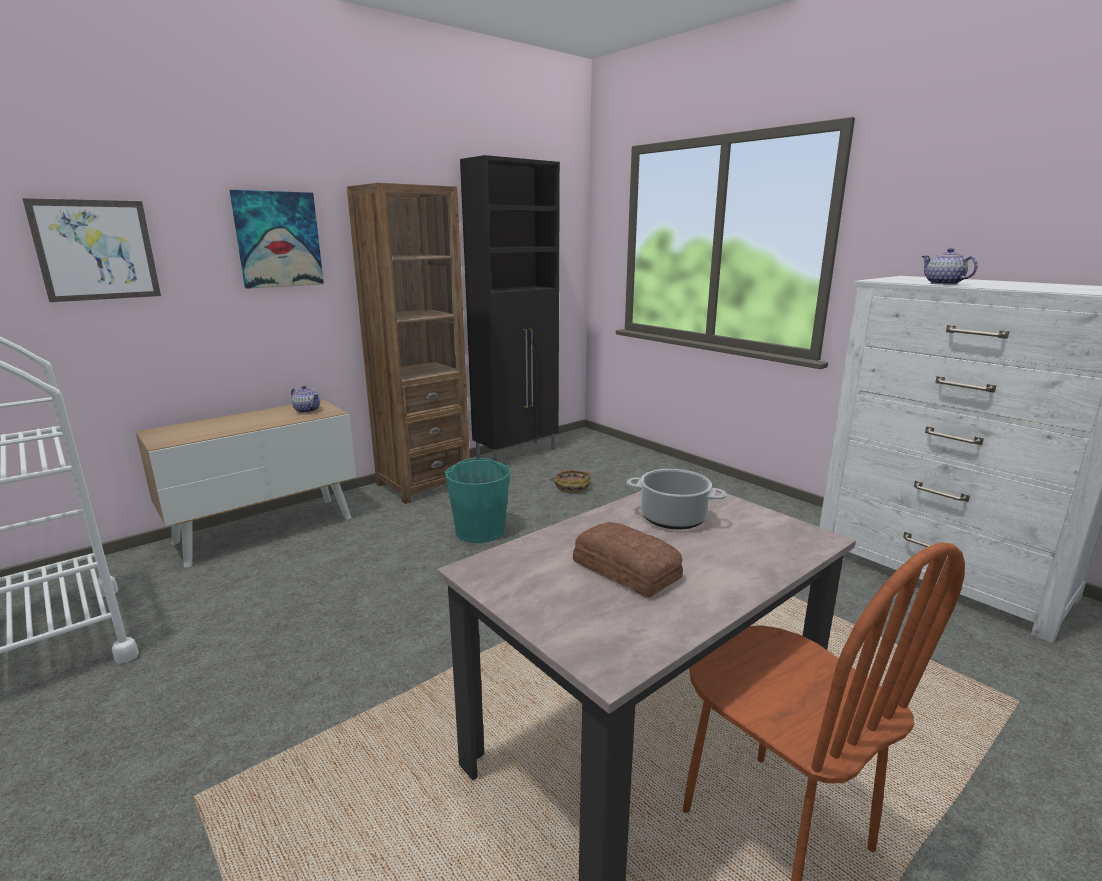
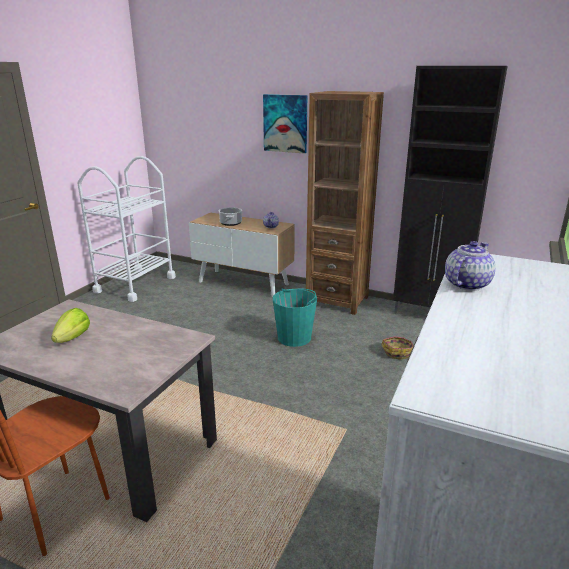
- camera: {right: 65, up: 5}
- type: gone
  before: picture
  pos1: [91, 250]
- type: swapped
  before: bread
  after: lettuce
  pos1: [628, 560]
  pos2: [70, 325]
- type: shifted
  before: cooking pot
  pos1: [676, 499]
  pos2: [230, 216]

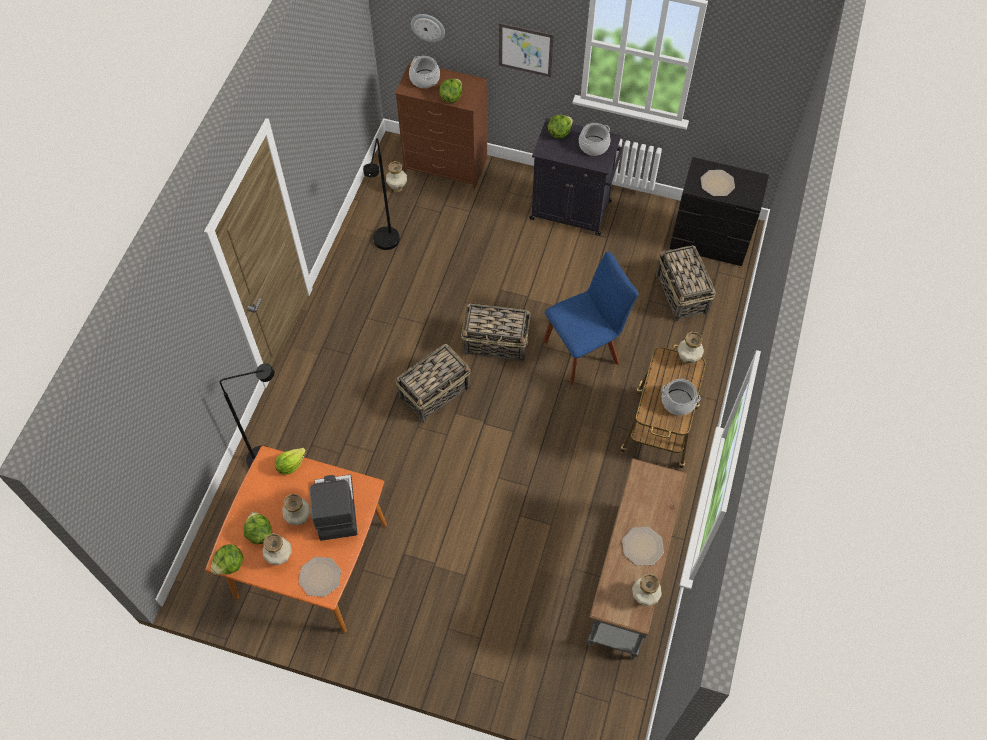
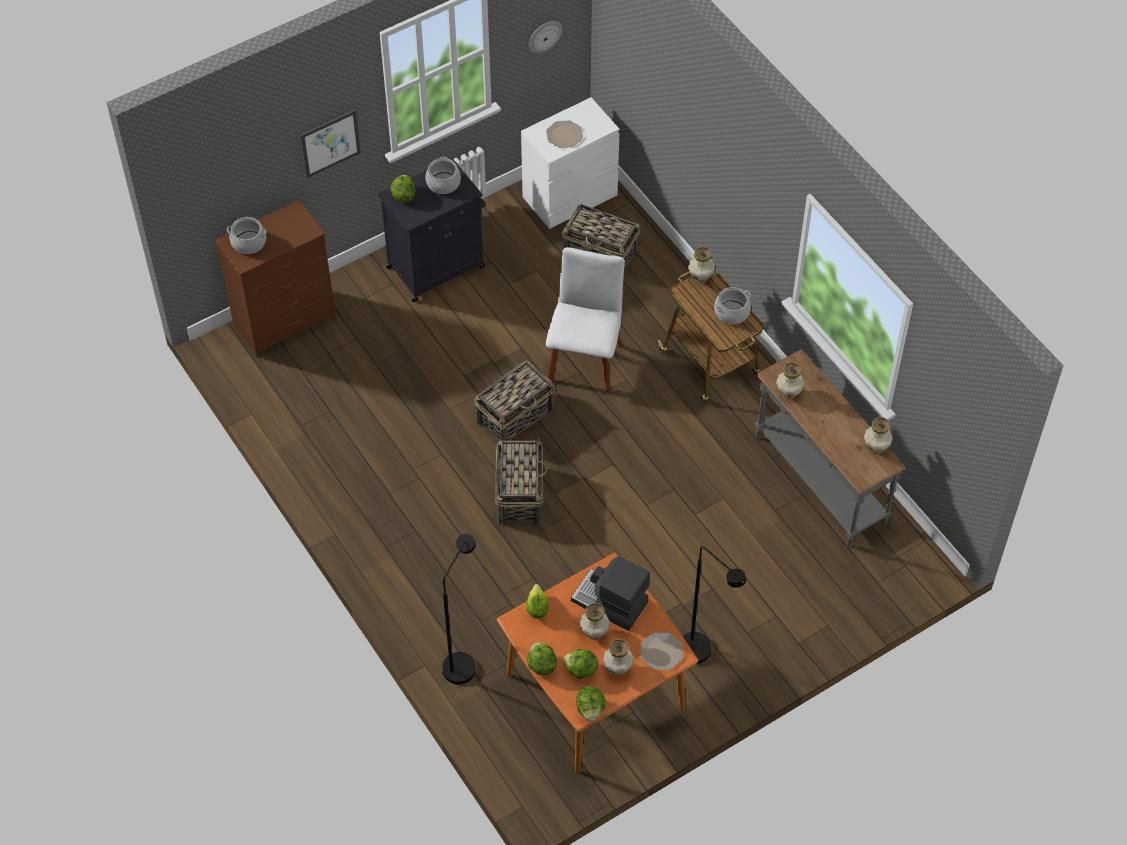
- camera: {right: -50, up: -5}
- type: shifted
  before: black floor lamp
  pos1: [381, 194]
  pos2: [714, 605]
- type: shifted
  before: vase
  pos1: [396, 176]
  pos2: [790, 380]
- type: shifted
  before: wall clock
  pos1: [428, 28]
  pos2: [545, 37]
- type: shifted
  before: lettuce
  pos1: [450, 91]
  pos2: [542, 658]
- type: repainted
  before: blue chair
  after: white chair
  pos1: [590, 318]
  pos2: [585, 320]
- type: gone
  before: plate
  pos1: [643, 546]
- type: repainted
  before: black dresser
  after: white dresser
  pos1: [719, 211]
  pos2: [570, 163]

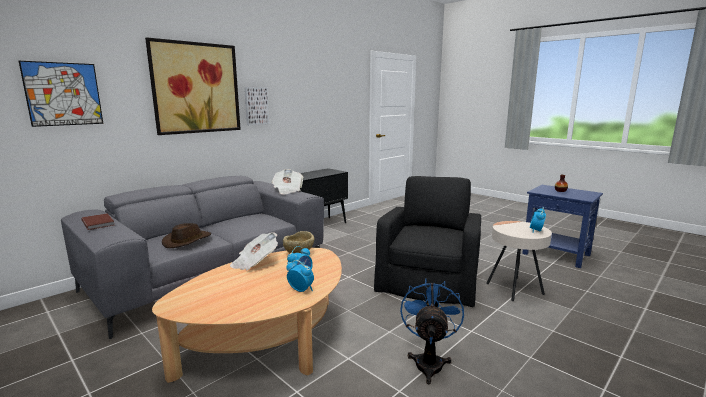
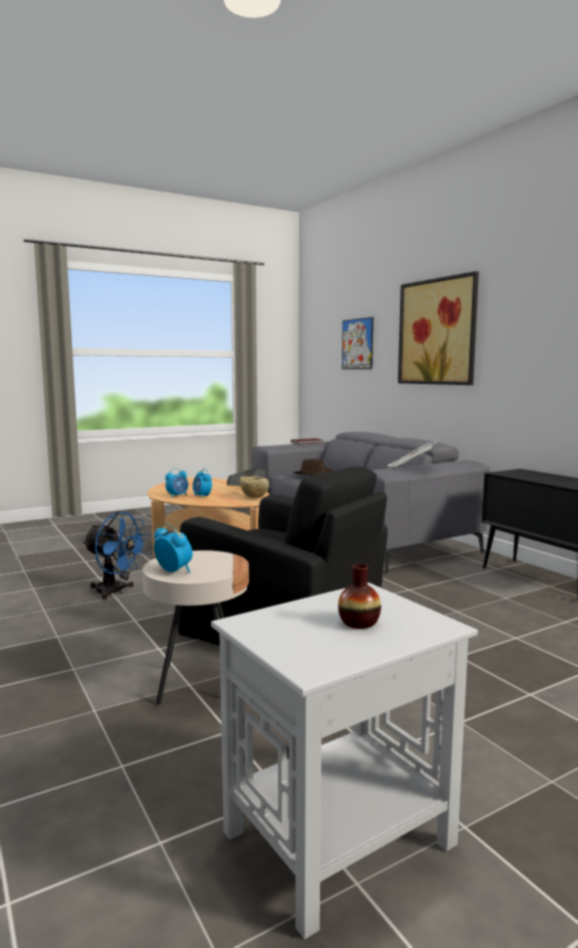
- camera: {right: 105, up: -5}
- type: gone
  before: picture
  pos1: [256, 106]
- type: repainted
  before: blue side table
  after: white side table
  pos1: [562, 226]
  pos2: [344, 760]

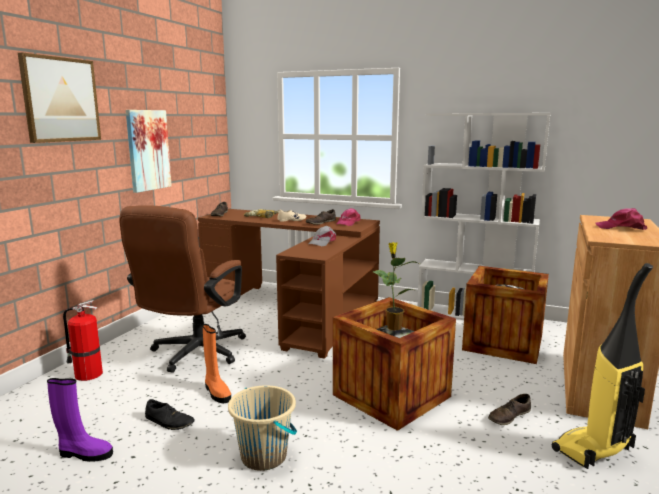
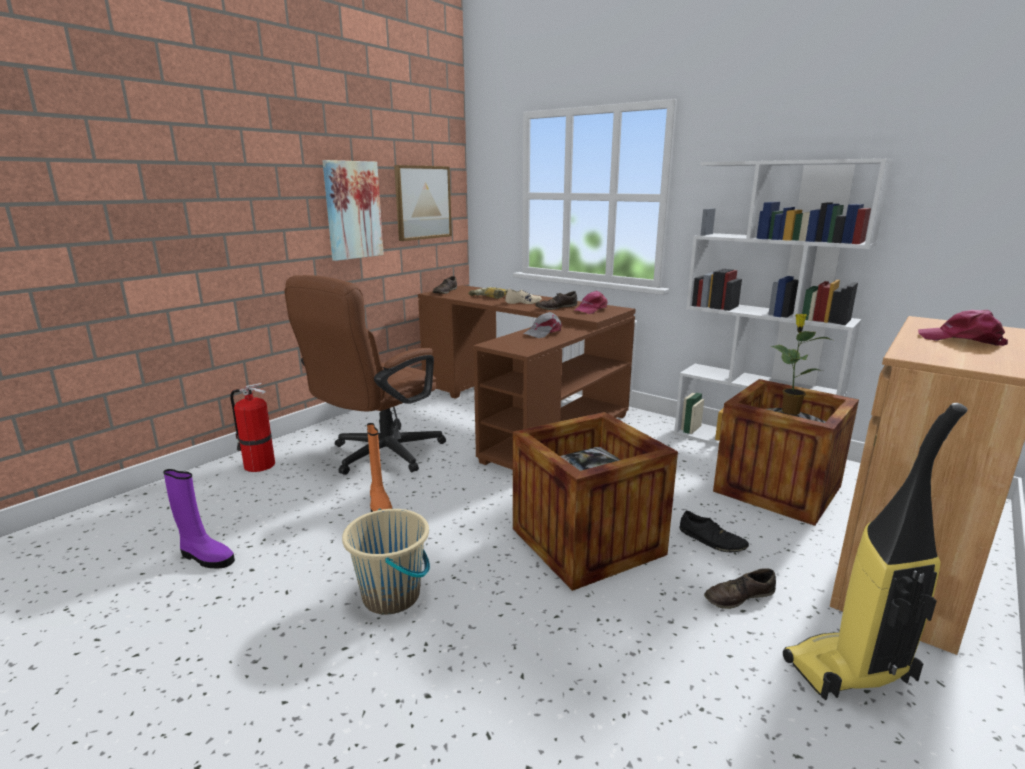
- camera: {right: 15, up: 5}
- type: shifted
  before: picture
  pos1: [59, 97]
  pos2: [423, 203]
- type: shifted
  before: black shoe
  pos1: [170, 414]
  pos2: [714, 531]
- type: shifted
  before: potted plant
  pos1: [397, 286]
  pos2: [801, 364]

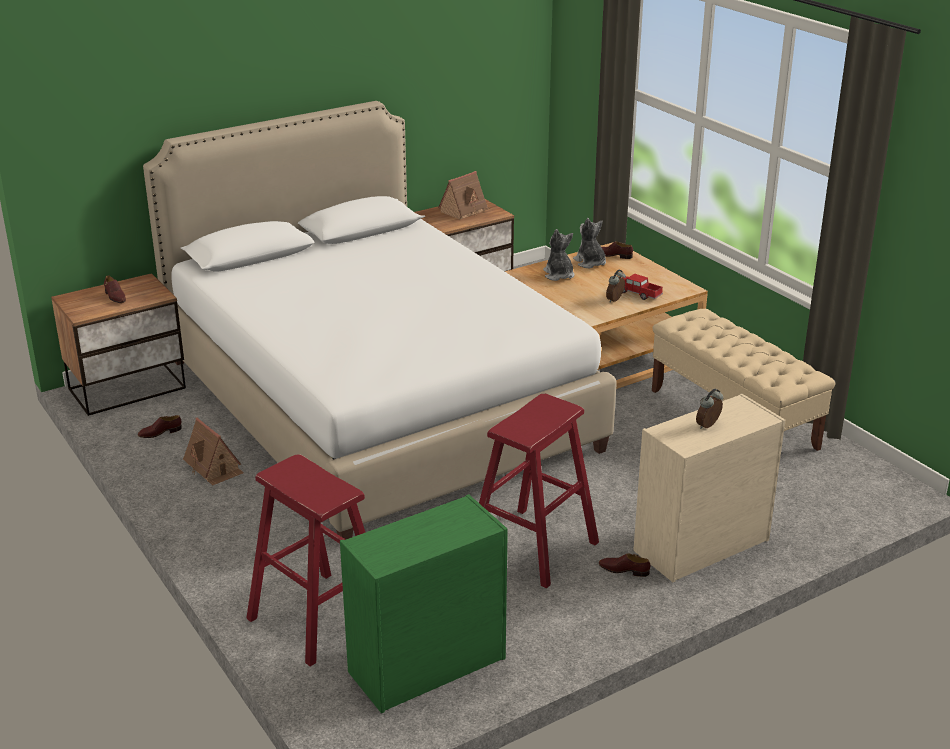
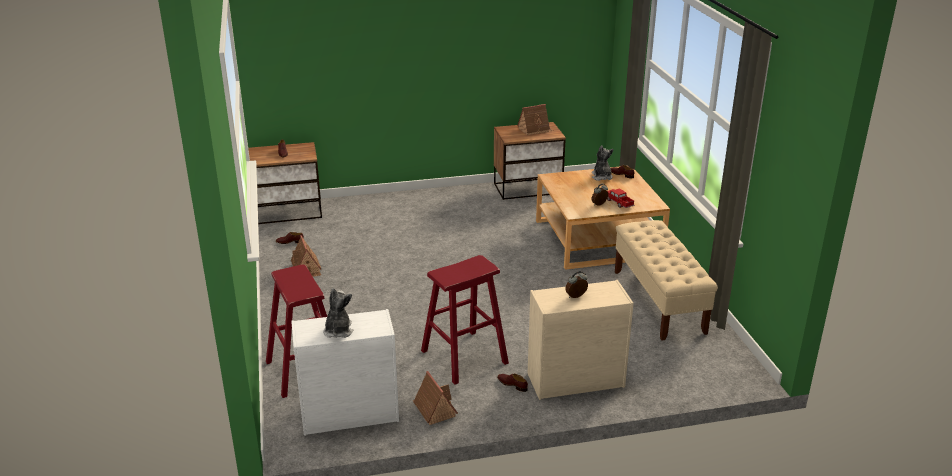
- camera: {right: 20, up: 0}
- type: gone
  before: white bed
  pos1: [380, 320]
- type: repainted
  before: green dresser
  after: white dresser
  pos1: [424, 603]
  pos2: [345, 372]
- type: shifted
  before: plush toy
  pos1: [559, 255]
  pos2: [338, 313]
- type: new
  after: toy house
  pos2: [435, 398]

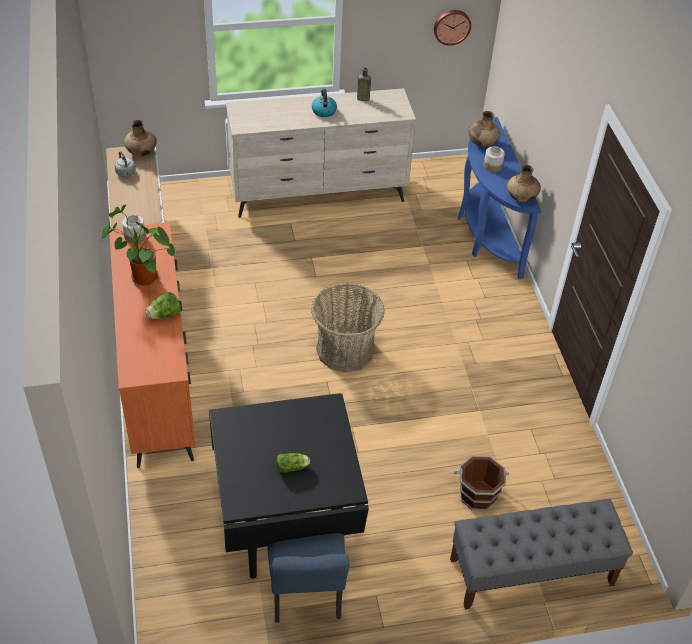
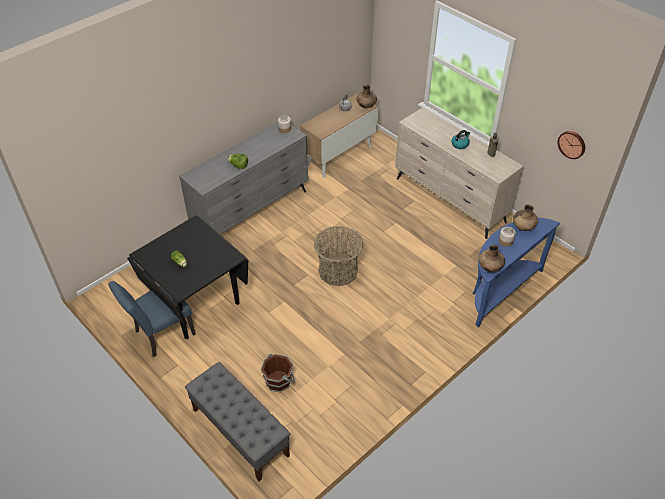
- camera: {right: 60, up: 0}
- type: gone
  before: potted plant
  pos1: [138, 245]
- type: repainted
  before: orange dresser
  after: grey dresser
  pos1: [152, 345]
  pos2: [243, 177]

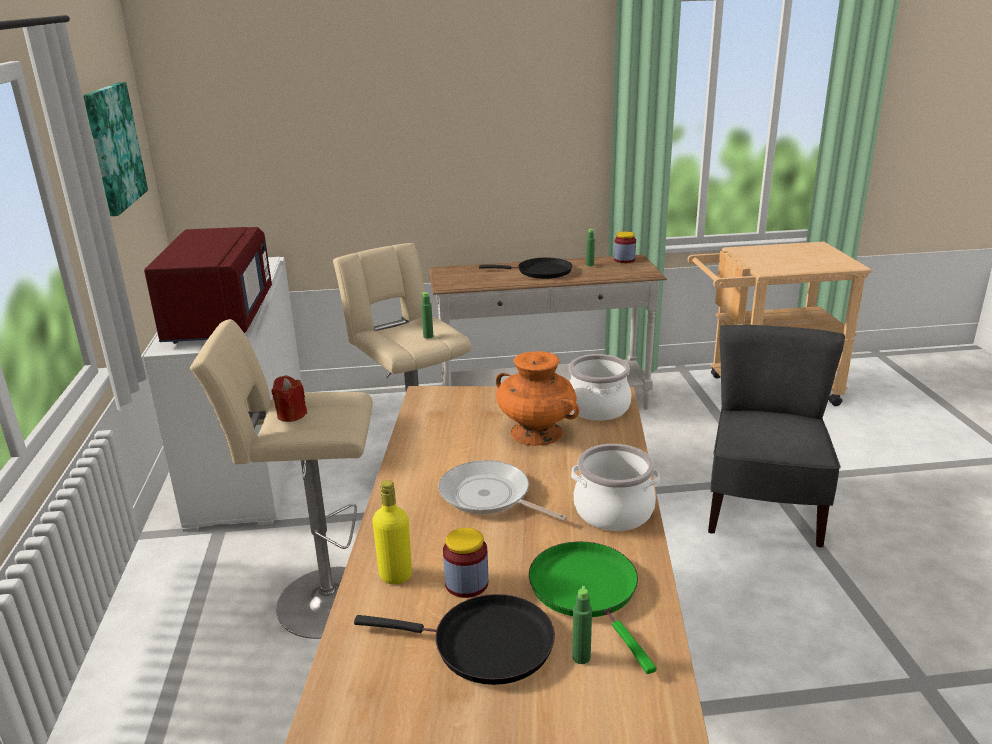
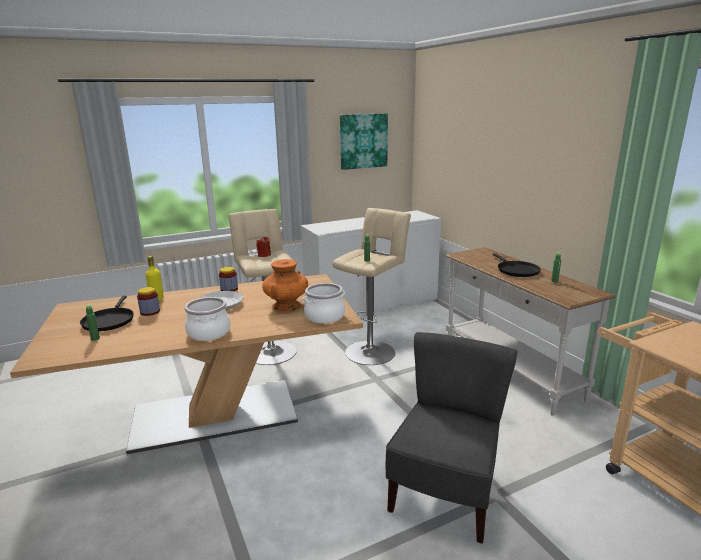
- camera: {right: 70, up: -5}
- type: gone
  before: red microwave
  pos1: [208, 285]
- type: gone
  before: green frying pan
  pos1: [593, 608]
- type: shifted
  before: jar
  pos1: [625, 247]
  pos2: [228, 279]
- type: rotated
  before: grey chair
  pos1: [776, 436]
  pos2: [452, 438]
  turn: -60

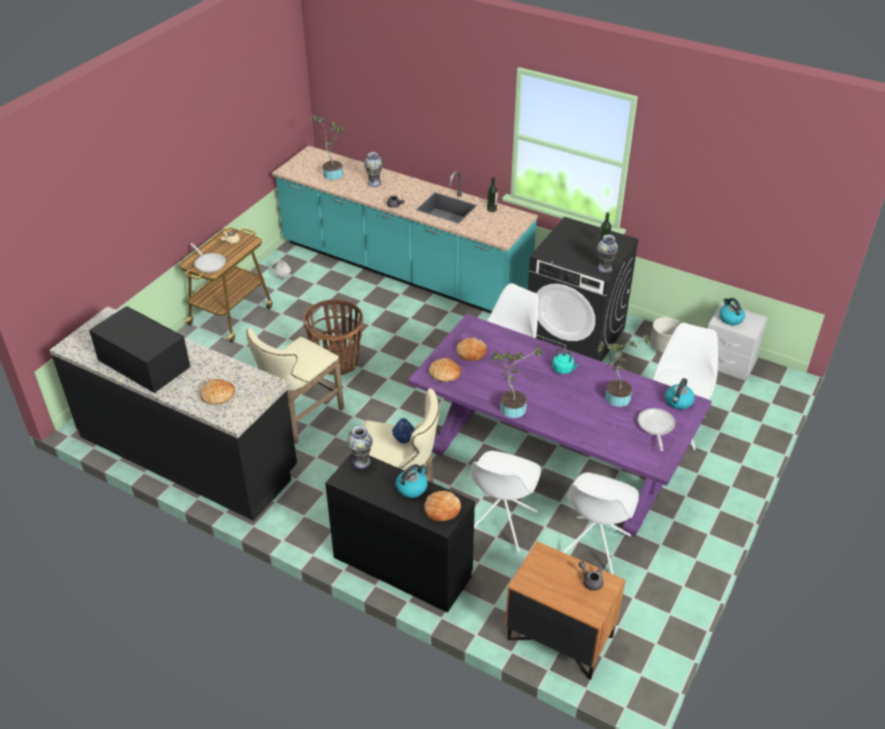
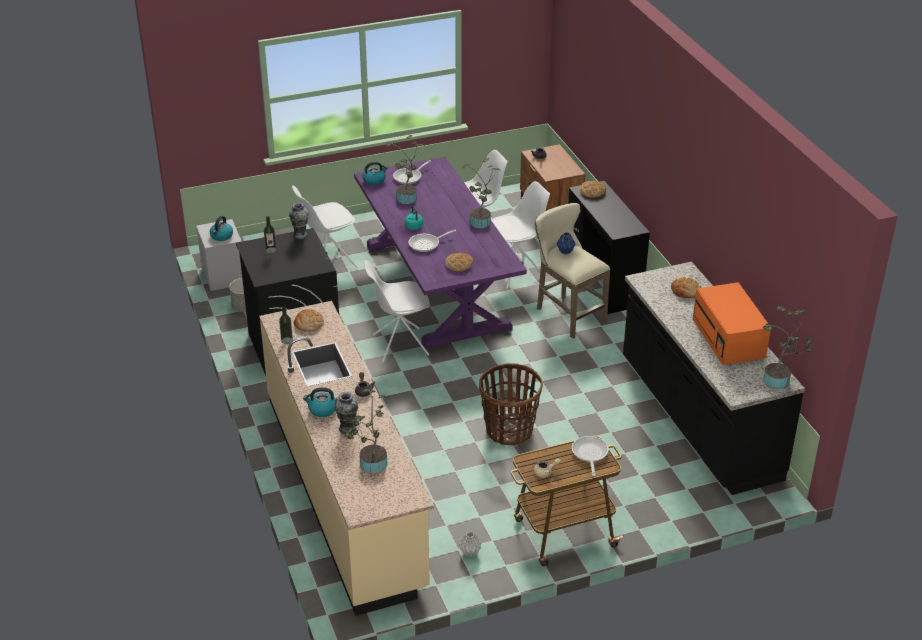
- camera: {right: -140, up: -5}
- type: repainted
  before: black microwave
  after: orange microwave
  pos1: [139, 349]
  pos2: [731, 323]
- type: gone
  before: beige stool
  pos1: [295, 386]
- type: repainted
  before: turquoise counter
  after: beige counter
  pos1: [405, 229]
  pos2: [346, 458]
- type: gone
  before: vase
  pos1: [360, 447]
- type: shifted
  before: kettle
  pos1: [411, 481]
  pos2: [319, 402]
- type: shifted
  before: bread
  pos1: [445, 370]
  pos2: [309, 320]
- type: new
  after: frying pan
  pos2: [432, 241]
- type: new
  after: potted plant
  pos2: [787, 347]

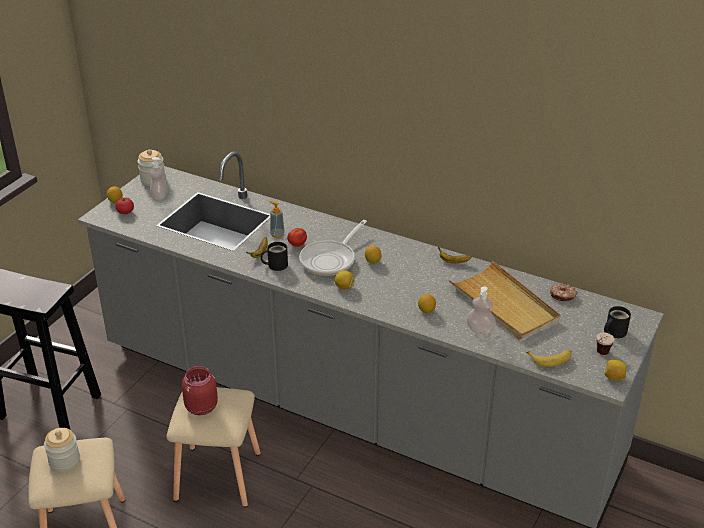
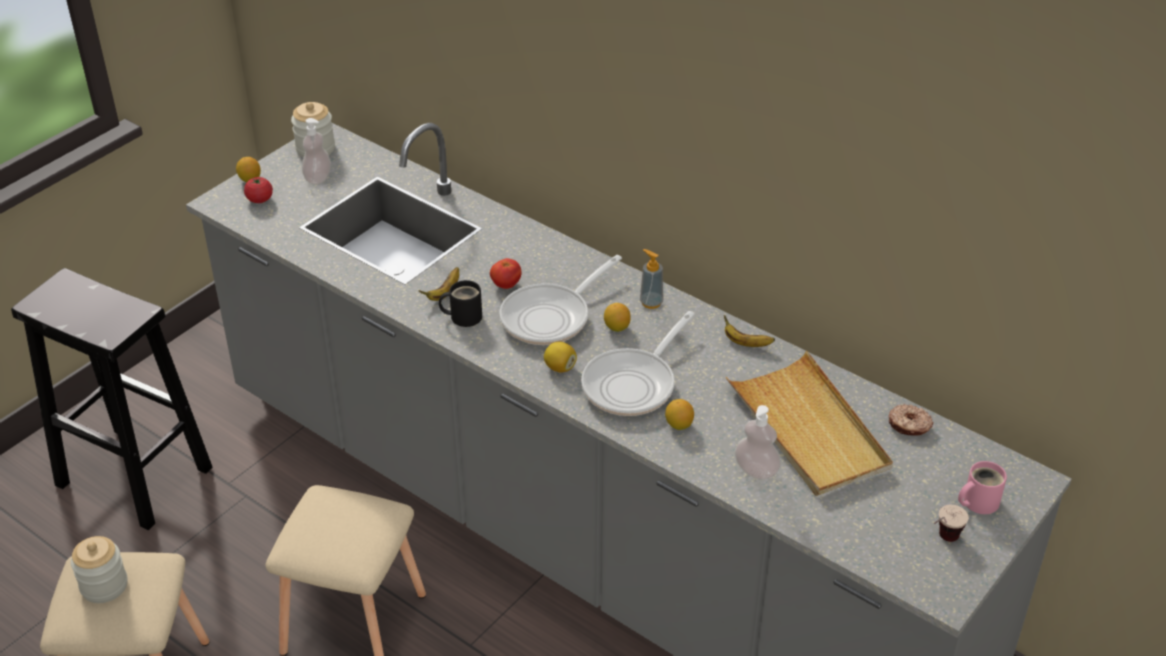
- camera: {right: 10, up: 5}
- type: gone
  before: red jar
  pos1: [200, 390]
- type: shifted
  before: soap dispenser
  pos1: [277, 219]
  pos2: [651, 279]
- type: gone
  before: banana
  pos1: [549, 358]
- type: repainted
  before: black mug
  after: pink mug
  pos1: [617, 322]
  pos2: [982, 487]
- type: gone
  before: lemon
  pos1: [615, 370]
- type: new
  after: frying pan
  pos2: [638, 363]

